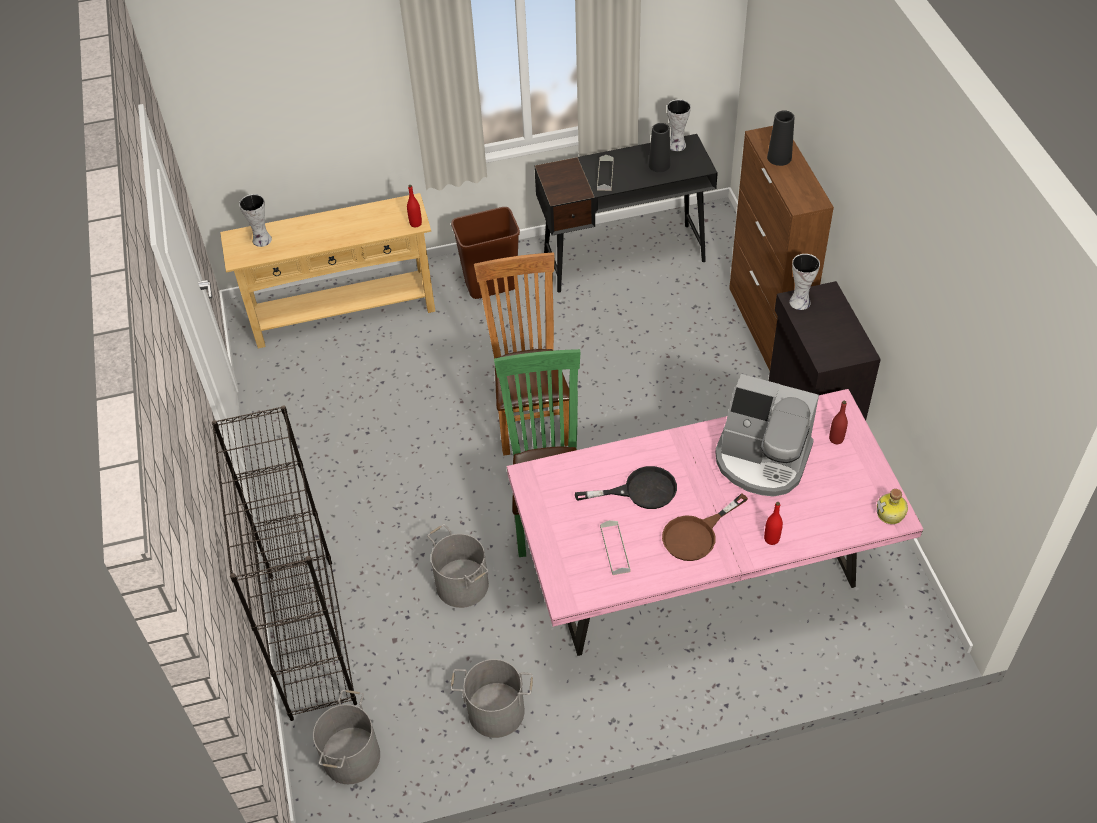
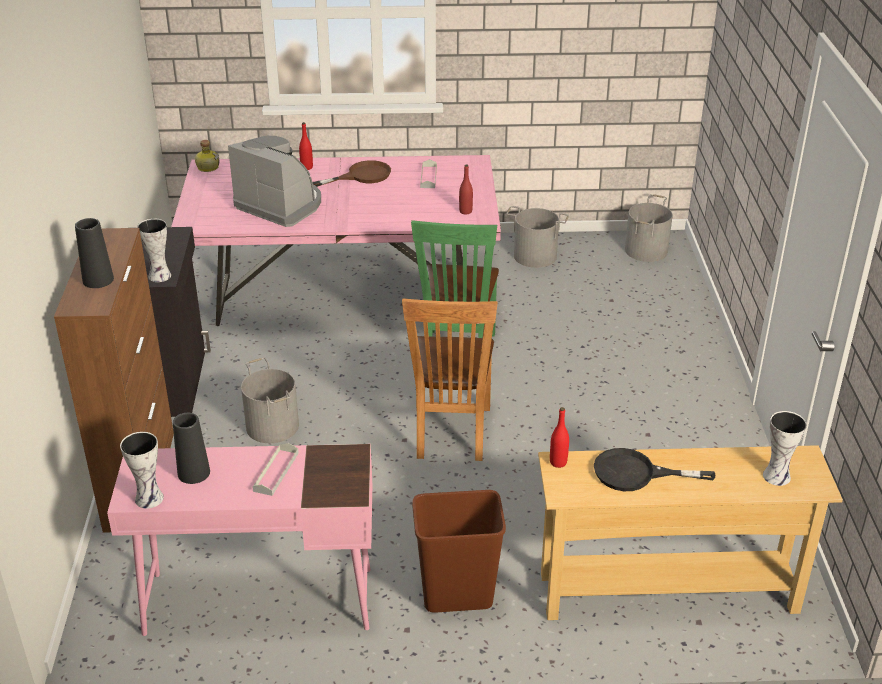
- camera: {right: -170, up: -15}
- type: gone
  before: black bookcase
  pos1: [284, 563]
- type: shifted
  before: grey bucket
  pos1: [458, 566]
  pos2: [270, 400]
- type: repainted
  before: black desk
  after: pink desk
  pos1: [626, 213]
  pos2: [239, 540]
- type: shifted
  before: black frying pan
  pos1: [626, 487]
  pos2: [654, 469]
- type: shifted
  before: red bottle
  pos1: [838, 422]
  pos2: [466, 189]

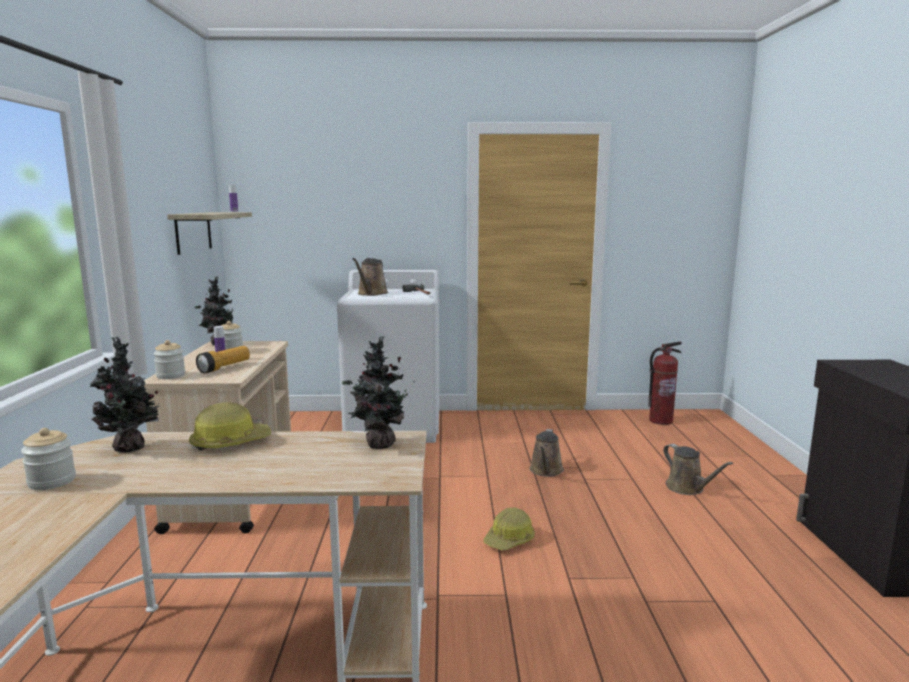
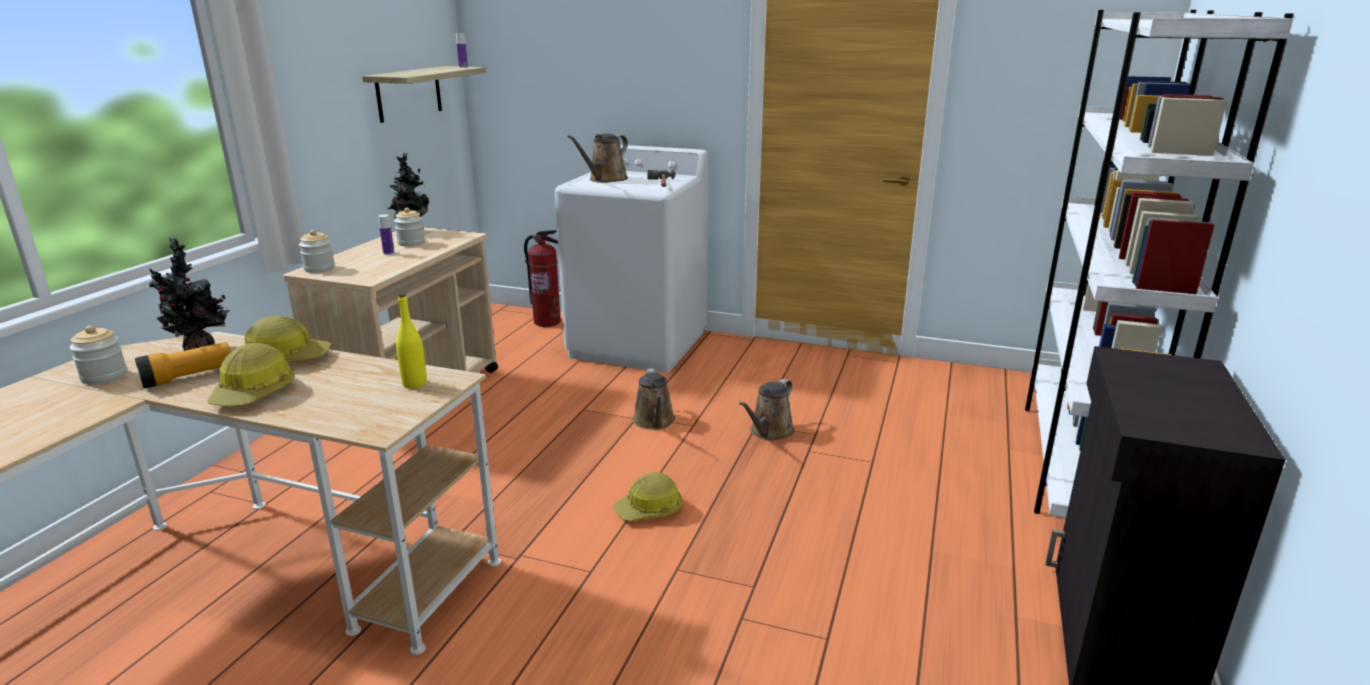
- camera: {right: 20, up: 10}
- type: shifted
  before: flashlight
  pos1: [223, 360]
  pos2: [183, 365]
- type: swapped
  before: potted plant
  after: yellow bottle
  pos1: [378, 392]
  pos2: [411, 341]
- type: shifted
  before: fire extinguisher
  pos1: [665, 383]
  pos2: [542, 278]
- type: shifted
  before: brown watering can
  pos1: [698, 469]
  pos2: [654, 398]
- type: new
  after: hard hat
  pos2: [251, 374]
- type: new
  after: white bookcase
  pos2: [1159, 264]

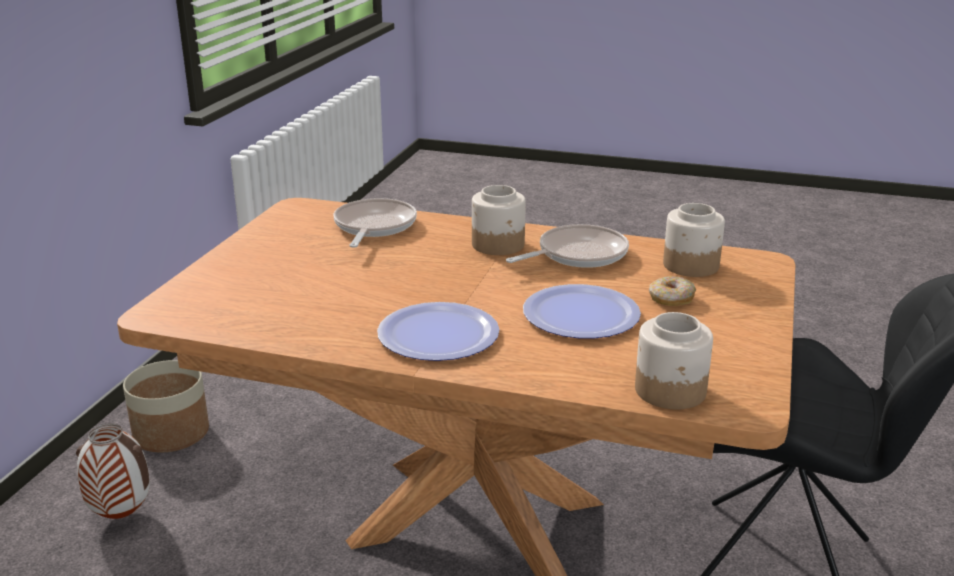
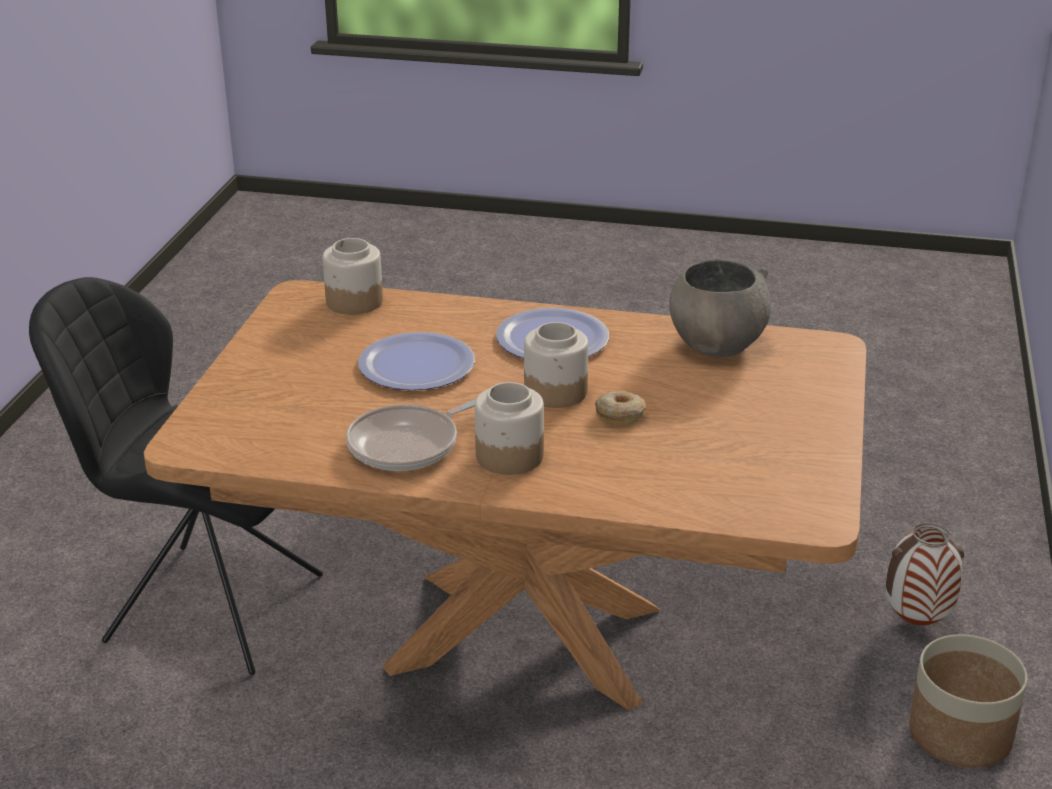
- camera: {right: 175, up: 5}
- type: gone
  before: frying pan
  pos1: [375, 223]
- type: shifted
  before: donut
  pos1: [672, 291]
  pos2: [620, 408]
- type: shifted
  before: jar
  pos1: [694, 240]
  pos2: [556, 365]
- type: new
  after: grey bowl
  pos2: [720, 308]

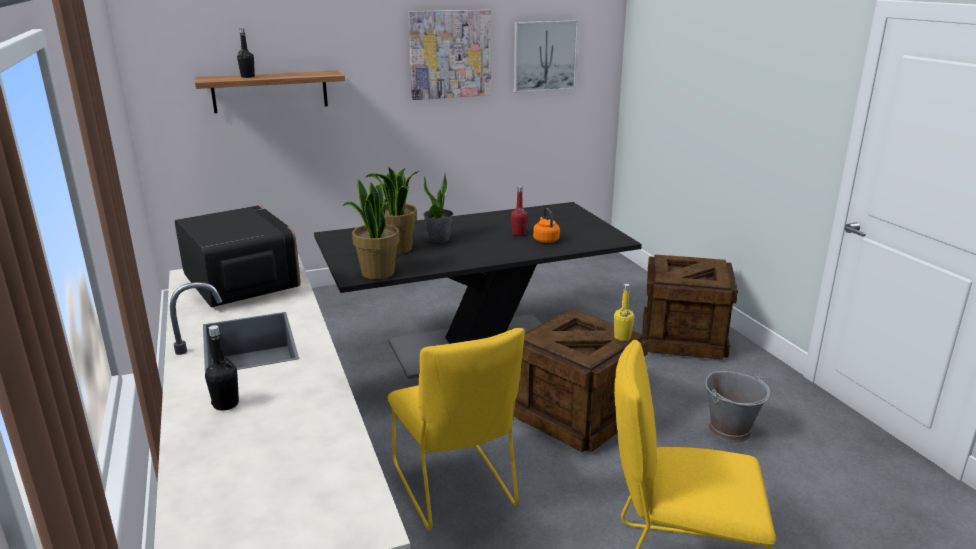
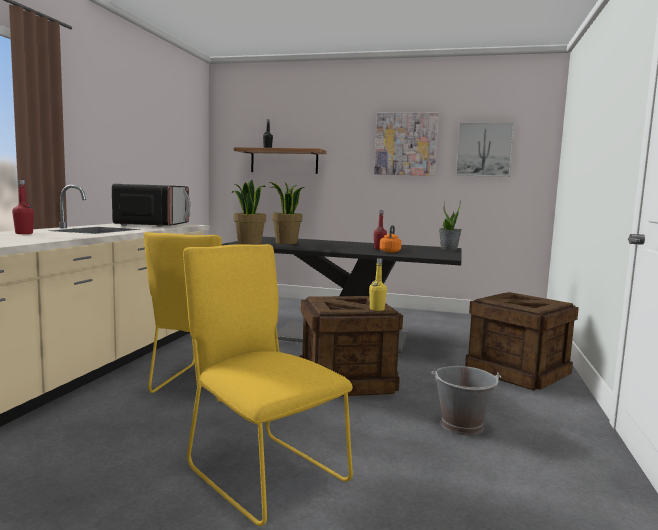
- camera: {right: 35, up: -15}
- type: repainted
  before: black bottle
  after: red bottle
  pos1: [222, 368]
  pos2: [23, 207]
- type: shifted
  before: potted plant
  pos1: [438, 208]
  pos2: [450, 225]

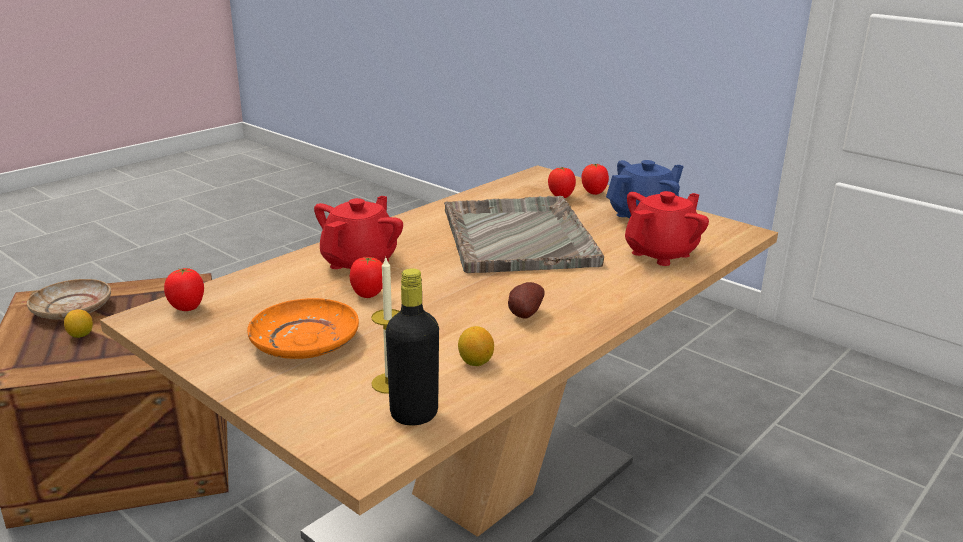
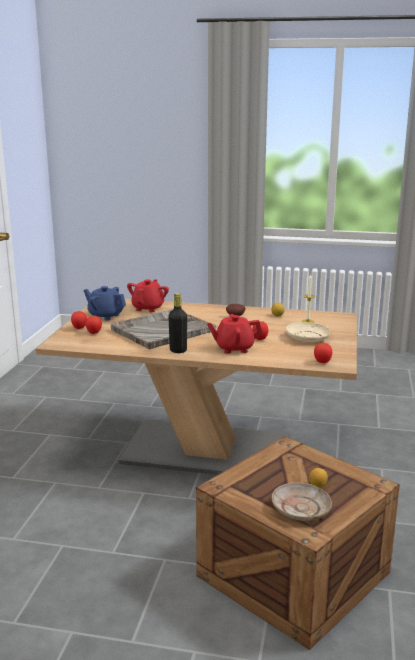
- camera: {right: -120, up: -5}
- type: repainted
  before: orange plate
  after: beige plate
  pos1: [303, 328]
  pos2: [308, 332]
- type: shifted
  before: black bottle
  pos1: [412, 346]
  pos2: [177, 323]
- type: rotated
  before: red teapot
  pos1: [667, 228]
  pos2: [148, 295]
  turn: 90

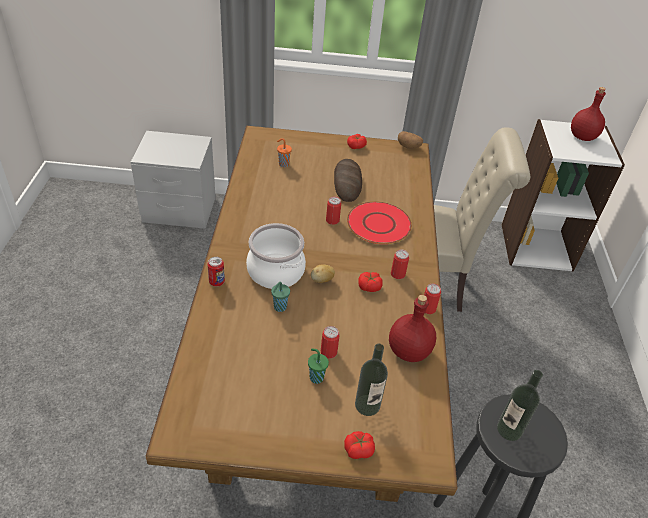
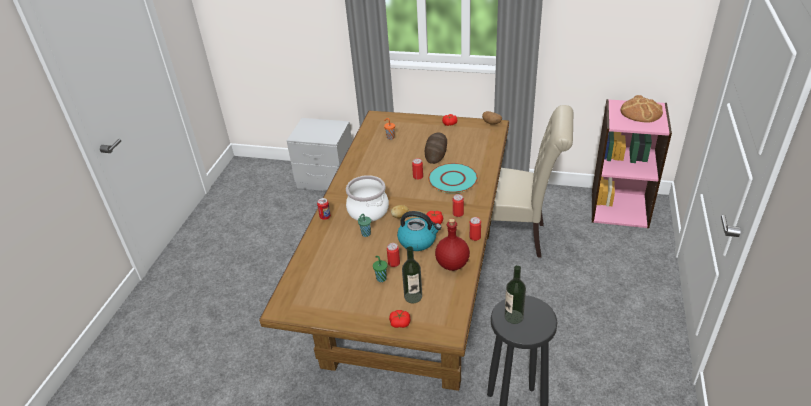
- camera: {right: 15, up: -5}
- type: repainted
  before: red plate
  after: turquoise plate
  pos1: [379, 222]
  pos2: [453, 178]
- type: repainted
  before: white bookcase
  after: pink bookcase
  pos1: [563, 195]
  pos2: [631, 163]
- type: swapped
  before: red bottle
  after: bread
  pos1: [588, 114]
  pos2: [642, 109]
- type: new
  after: kettle
  pos2: [419, 231]

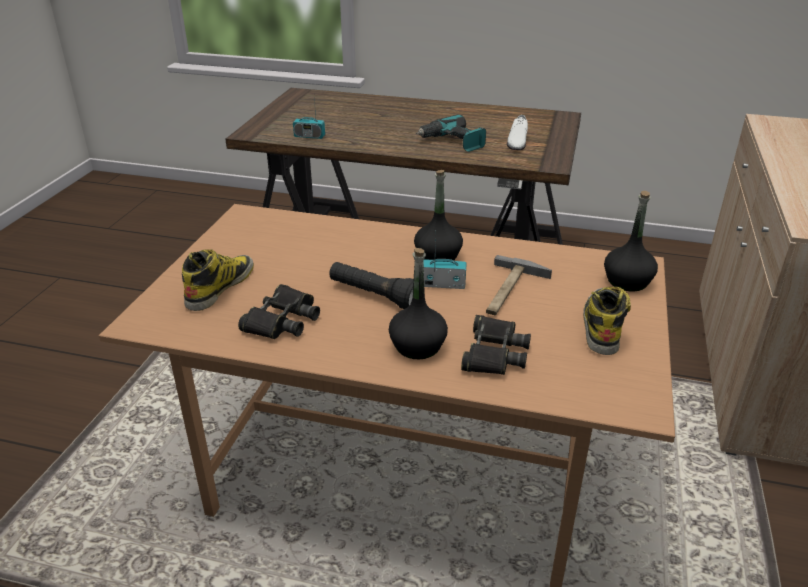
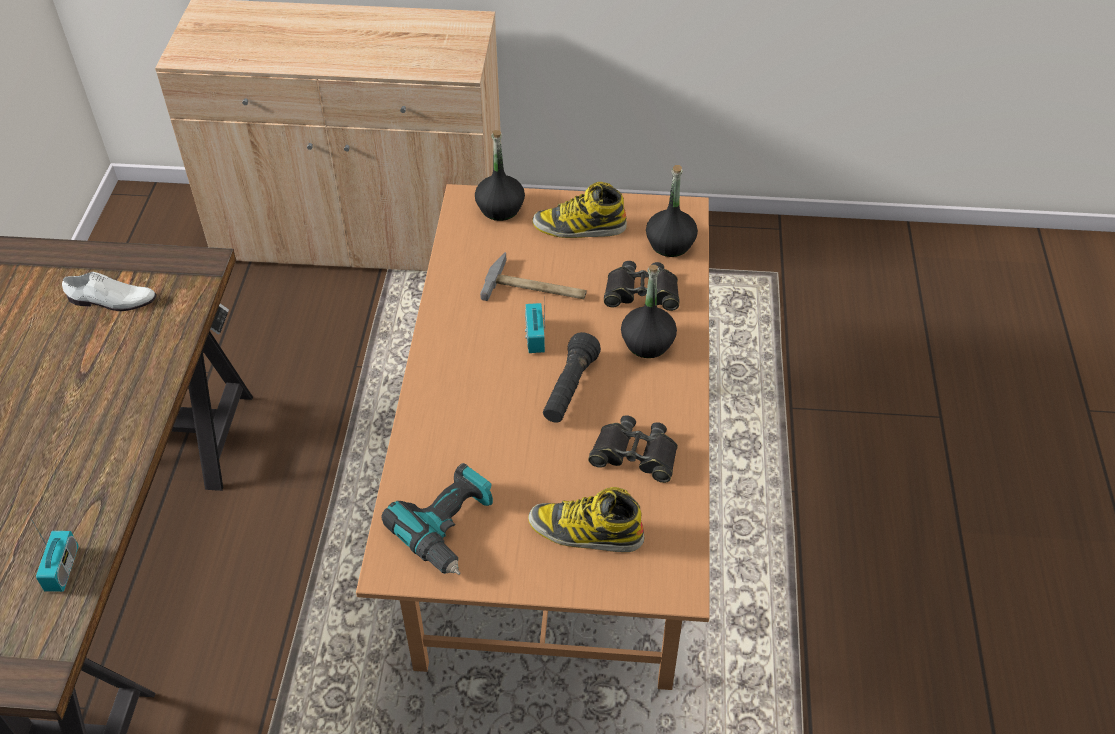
- camera: {right: -100, up: 15}
- type: shifted
  before: black bottle
  pos1: [438, 215]
  pos2: [672, 211]
- type: shifted
  before: power drill
  pos1: [451, 133]
  pos2: [437, 519]

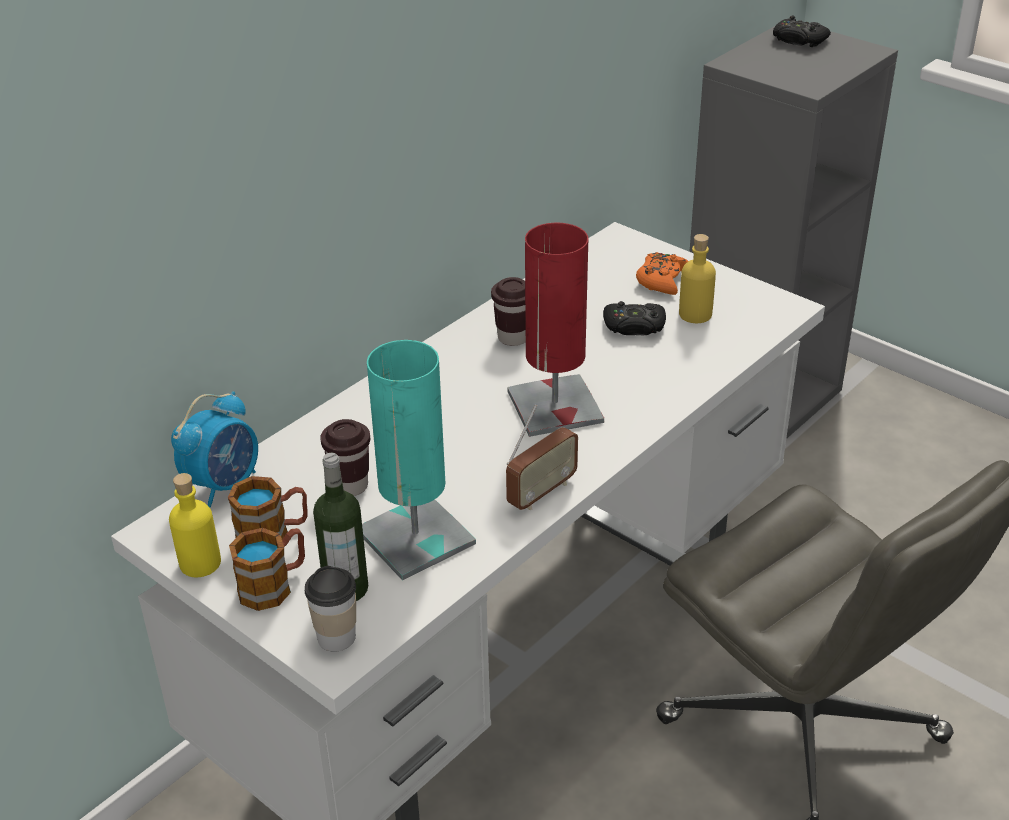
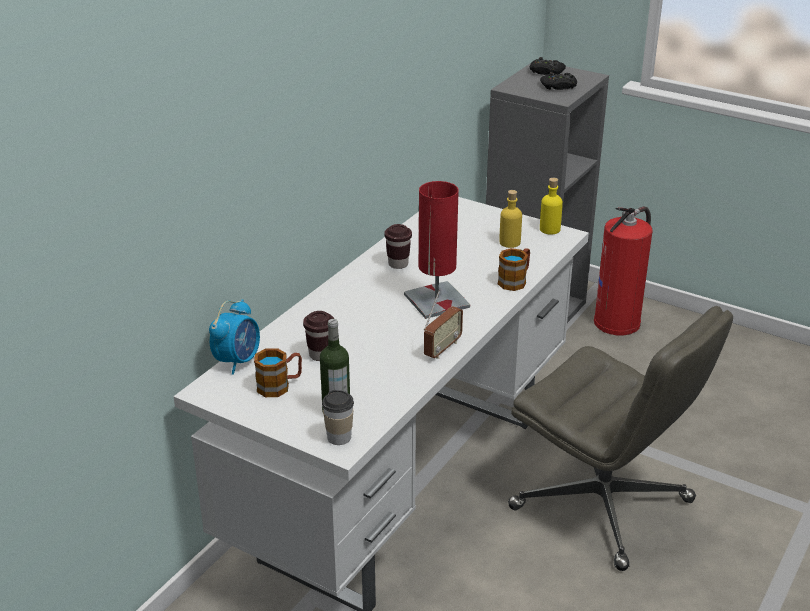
- camera: {right: -10, up: -5}
- type: shifted
  before: yellow bottle
  pos1: [195, 525]
  pos2: [551, 206]
- type: shifted
  before: mug
  pos1: [267, 569]
  pos2: [514, 269]
- type: gone
  before: turquoise table lamp
  pos1: [419, 460]
- type: shifted
  before: black game controller
  pos1: [634, 318]
  pos2: [558, 81]
- type: gone
  before: orange game controller
  pos1: [662, 273]
- type: new
  after: fire extinguisher
  pos2: [623, 270]

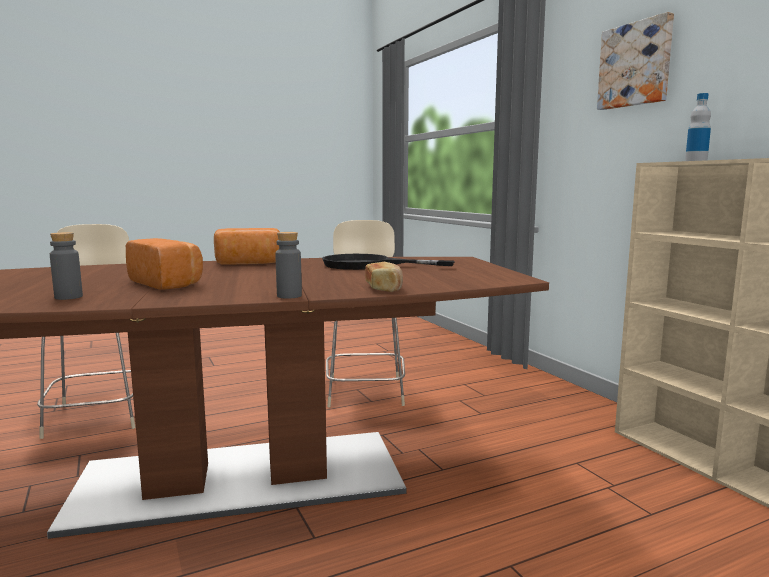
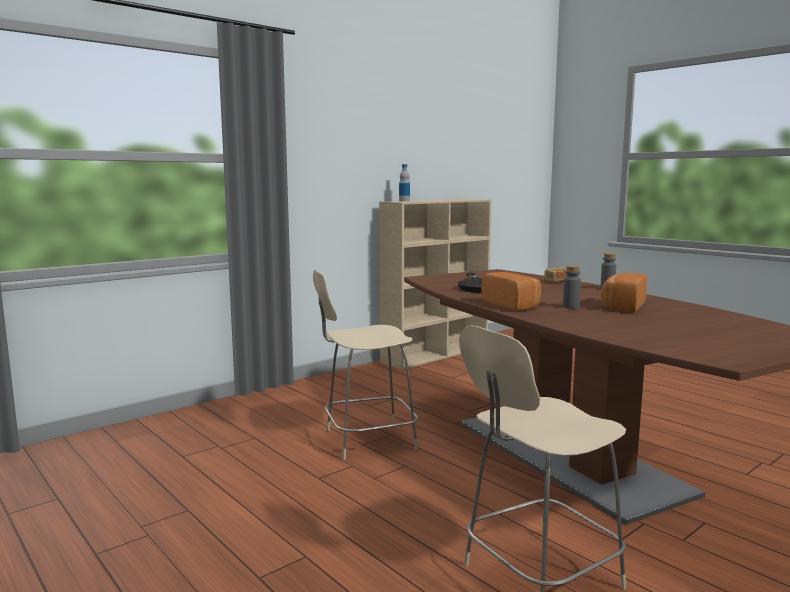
- camera: {right: -105, up: 0}
- type: shifted
  before: grey bottle
  pos1: [66, 266]
  pos2: [572, 287]
- type: gone
  before: picture
  pos1: [635, 61]

